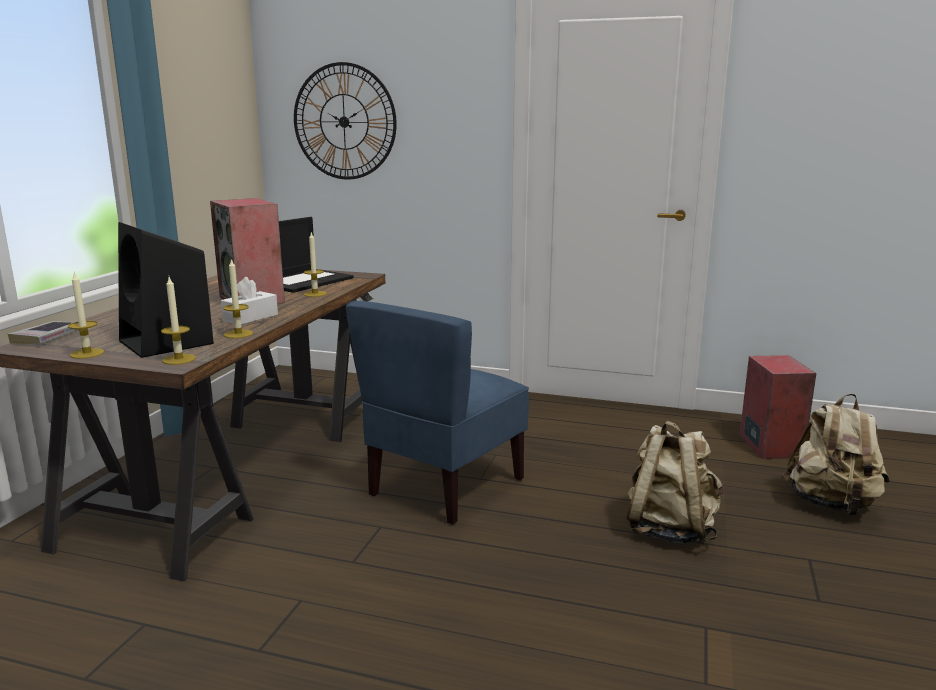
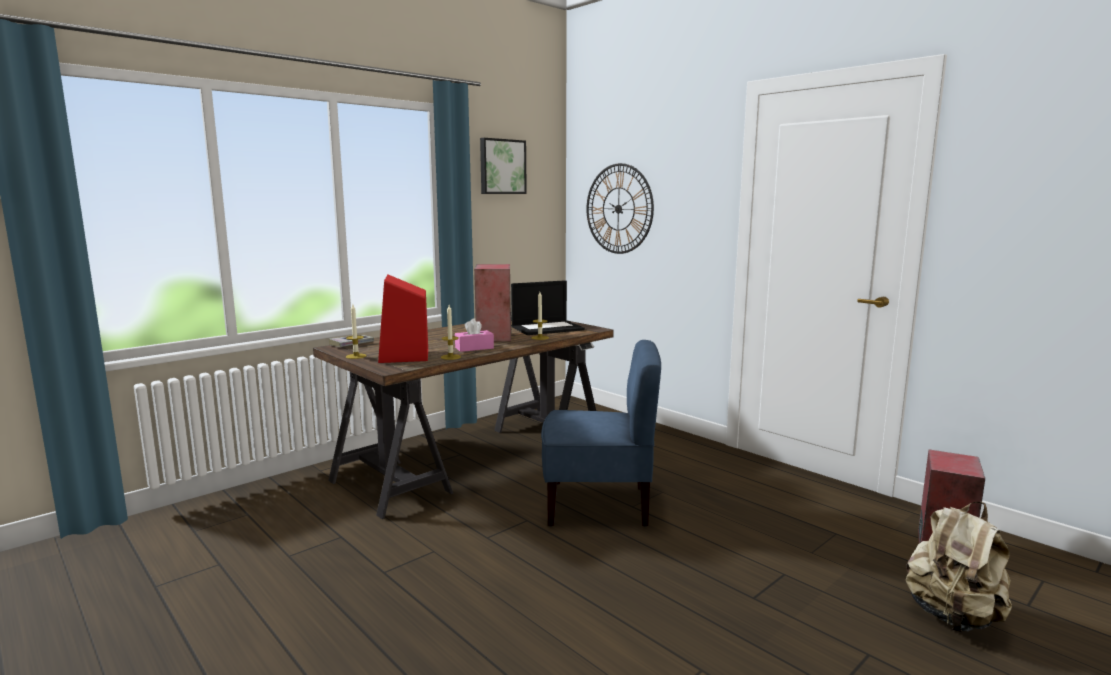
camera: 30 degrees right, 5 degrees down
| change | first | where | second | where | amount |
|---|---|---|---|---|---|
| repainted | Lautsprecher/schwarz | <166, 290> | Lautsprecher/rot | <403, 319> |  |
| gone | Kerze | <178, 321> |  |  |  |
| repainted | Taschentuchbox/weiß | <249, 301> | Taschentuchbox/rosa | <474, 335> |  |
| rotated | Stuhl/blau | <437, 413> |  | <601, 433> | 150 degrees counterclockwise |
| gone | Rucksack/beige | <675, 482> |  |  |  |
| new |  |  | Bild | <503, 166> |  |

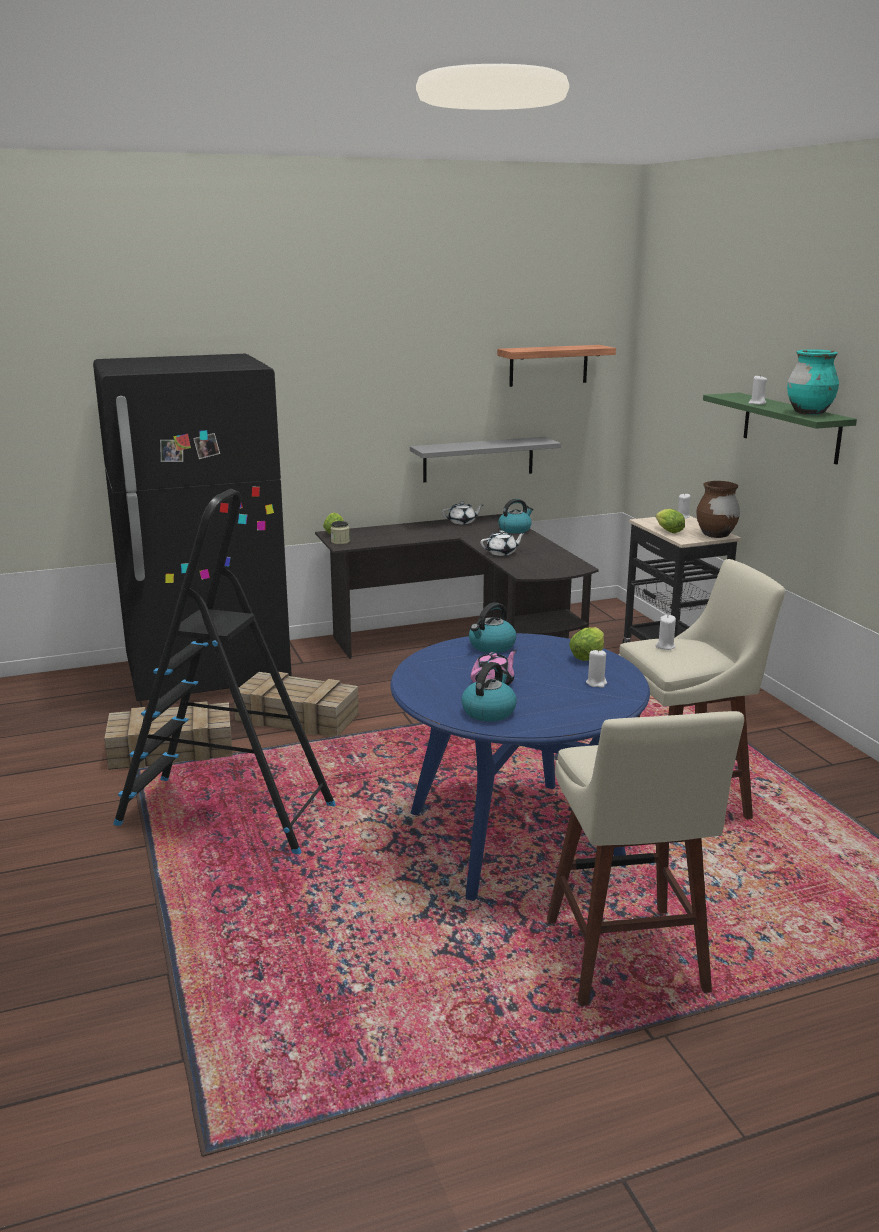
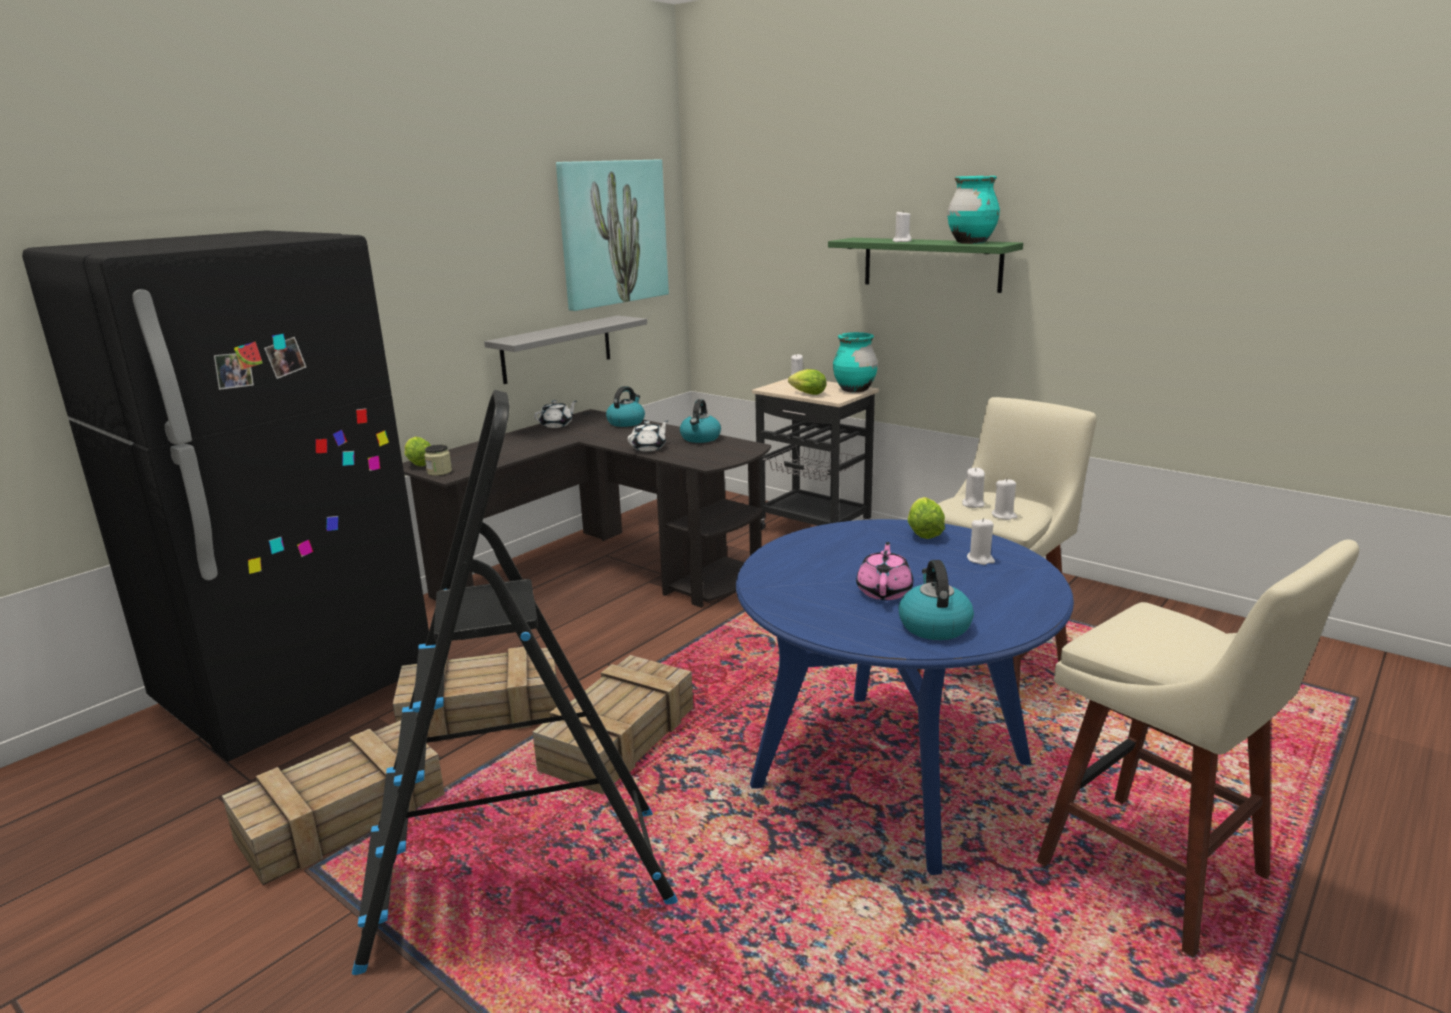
camera: 30 degrees left, 0 degrees up
| change | first | where | second | where | amount |
|---|---|---|---|---|---|
| swapped | Wandregal | <556, 366> | Bild | <612, 235> |  |
| repainted | Vase/braun | <718, 509> | Vase/türkis | <855, 362> |  |
| shifted | Wasserkessel | <492, 627> |  | <700, 421> |  |
| new |  |  | Kerze/weiß | <1004, 499> |  |
| new |  |  | Kiste | <613, 724> |  |

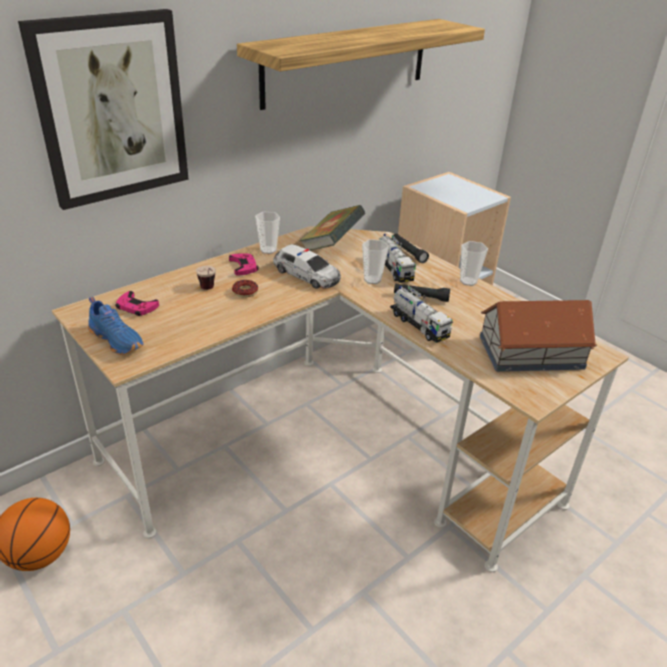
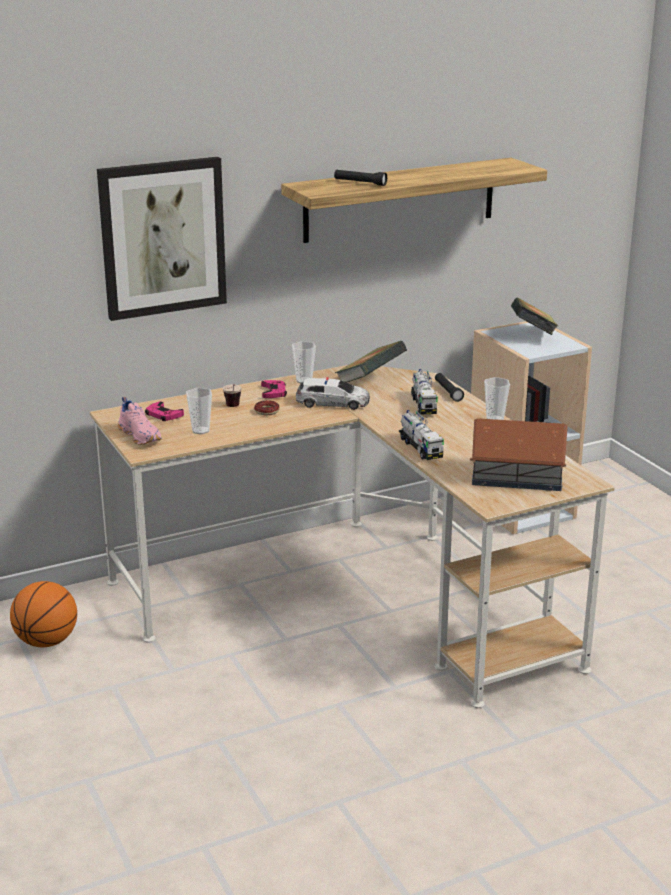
camera: 15 degrees right, 10 degrees down
| change | first | where | second | where | amount |
|---|---|---|---|---|---|
| shifted | Tasse | <375, 261> |  | <199, 411> |  |
| rotated | Spielzeugauto | <307, 266> |  | <333, 393> | 45 degrees counterclockwise |
| shifted | Taschenlampe/schwarz | <422, 292> |  | <360, 178> |  |
| repainted | Schuh/blau | <115, 326> | Schuh/rosa | <140, 421> |  |
| new |  |  | Buch | <534, 316> |  |

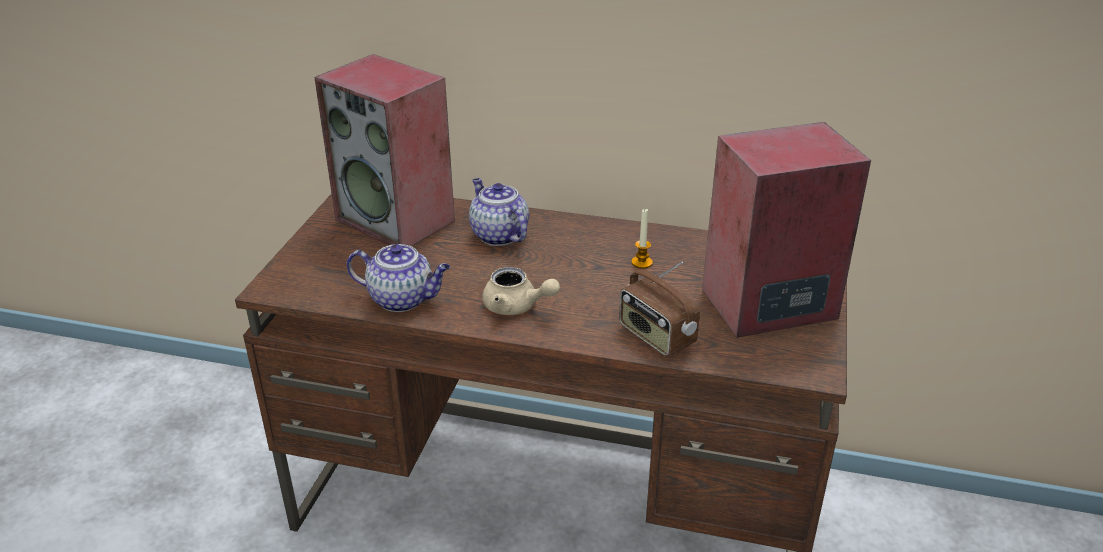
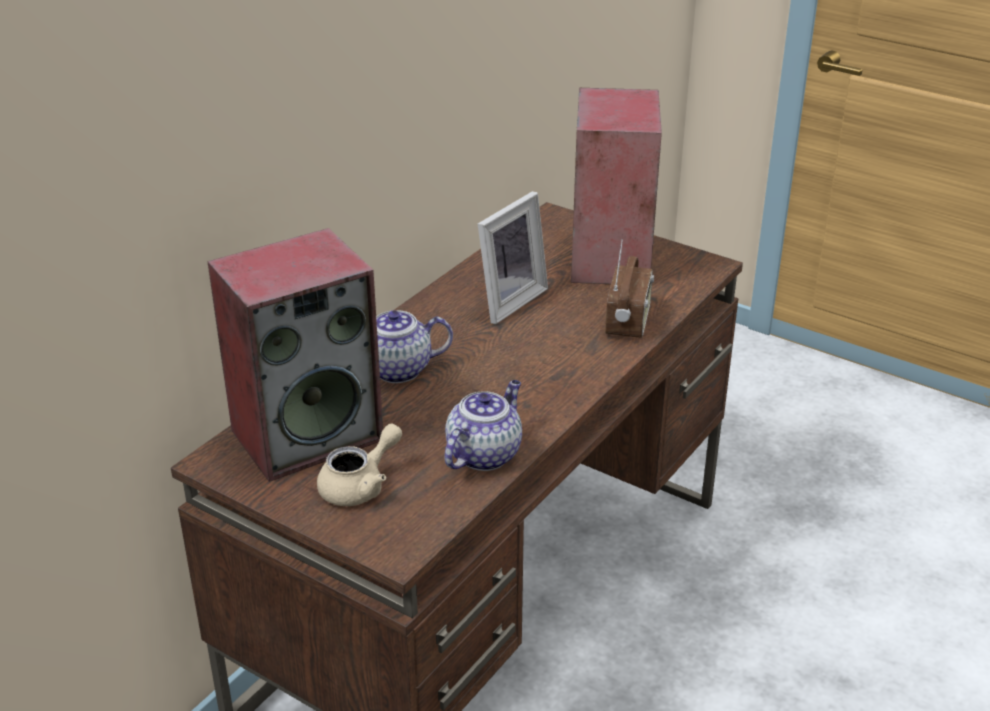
camera: 70 degrees left, 0 degrees up
| change | first | where | second | where | amount |
|---|---|---|---|---|---|
| swapped | Kerze | <642, 239> | Bilderrahmen | <513, 257> |  |
| rotated | Radio | <659, 309> |  | <629, 288> | 60 degrees counterclockwise |
| shifted | Teekanne/beige | <521, 291> |  | <359, 464> |  |

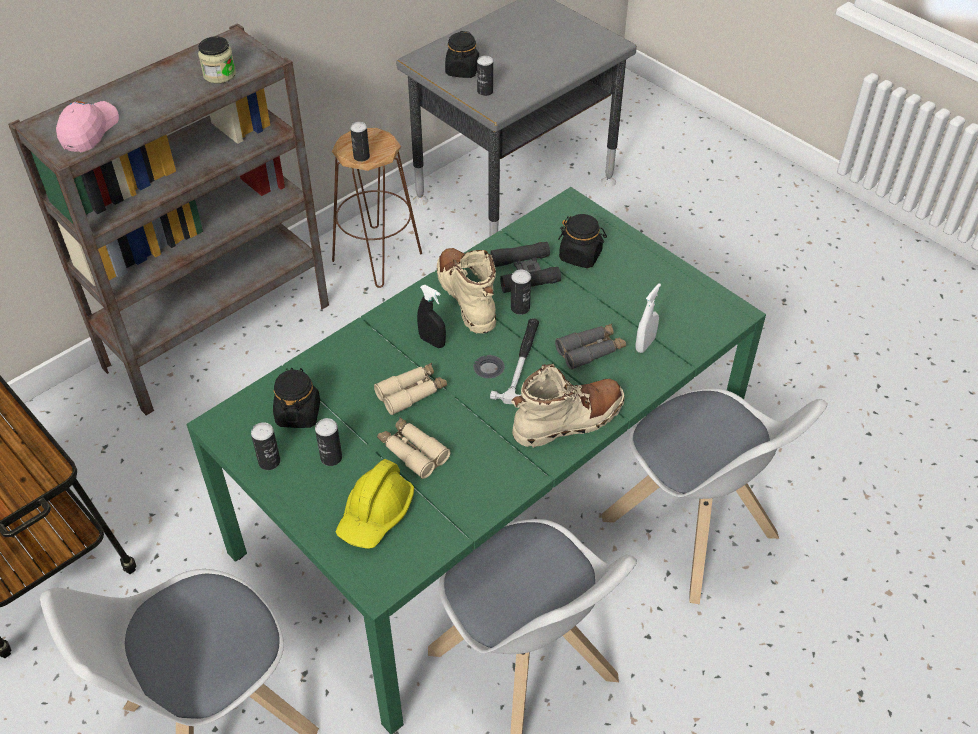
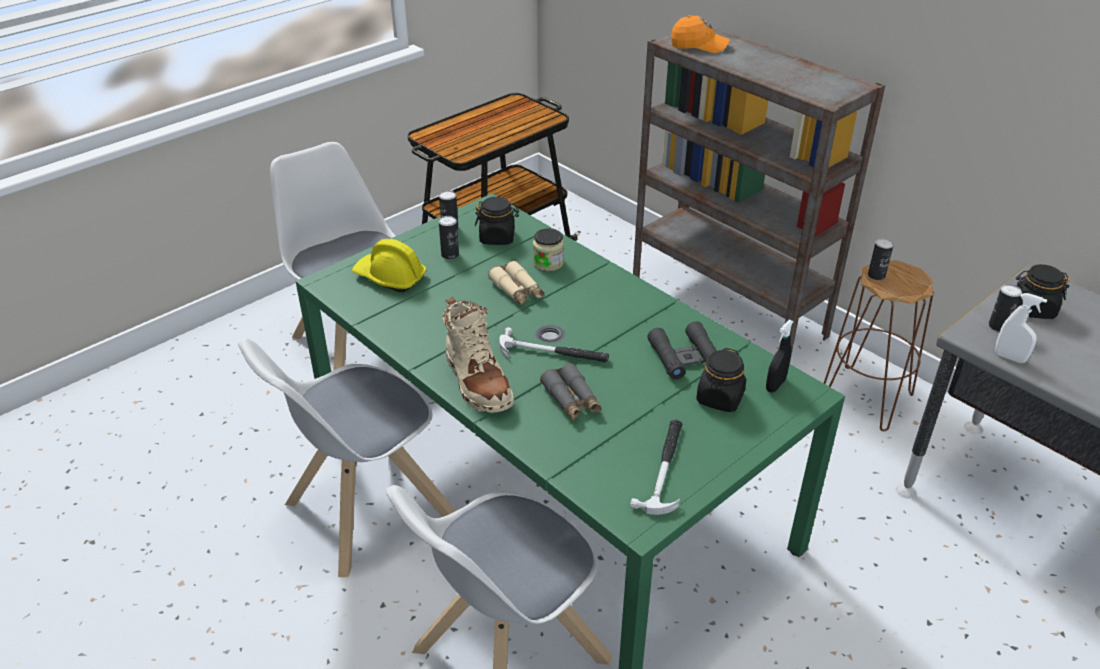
camera: 90 degrees right, 10 degrees down
| change | first | where | second | where | amount |
|---|---|---|---|---|---|
| shifted | Vorratsglas | <217, 60> |  | <548, 250> |  |
| repainted | Kappe/rosa | <87, 126> | Kappe/orange | <700, 34> |  |
| gone | Stiefel/beige | <466, 291> |  |  |  |
| gone | Dose | <521, 292> |  |  |  |
| shifted | Sprühflasche/weiß | <648, 318> |  | <1021, 328> |  |
| shifted | Sprühflasche/schwarz | <431, 316> |  | <780, 356> |  |
| gone | Fernglas/beige | <413, 448> |  |  |  |
| new |  |  | Hammer | <656, 467> |  |

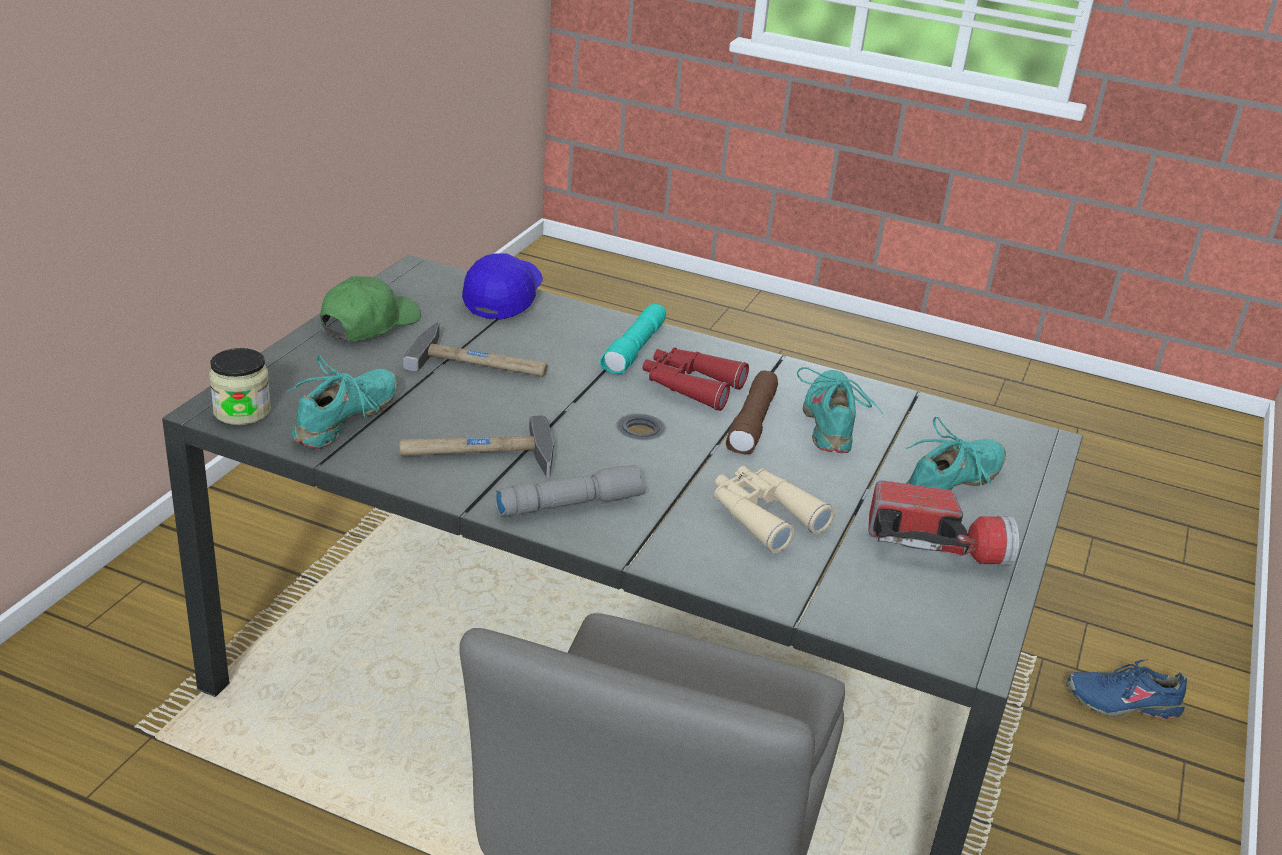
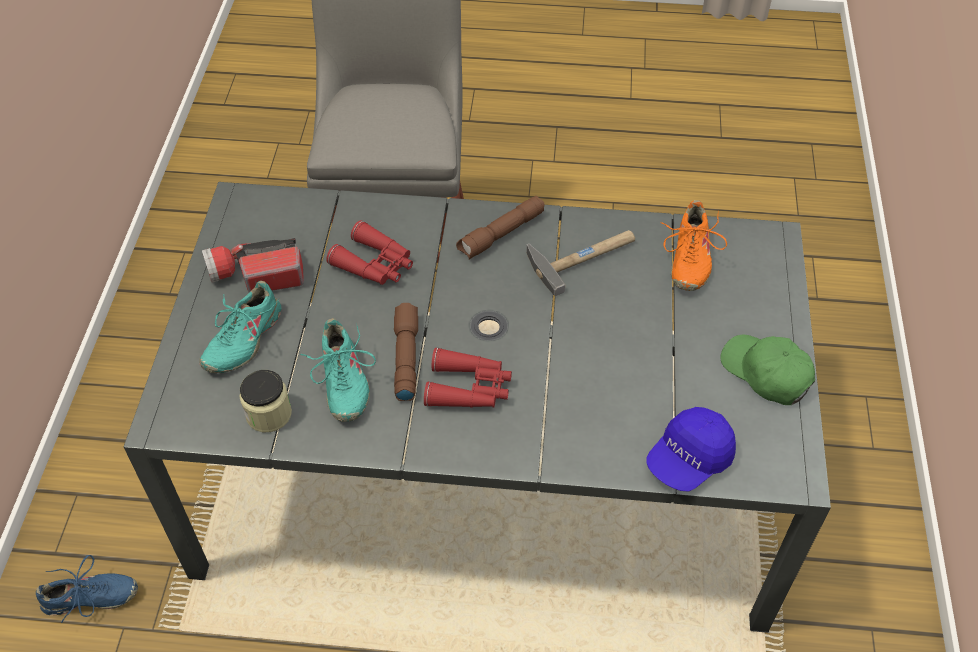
camera: 165 degrees right, 20 degrees up
| change | first | where | second | where | amount |
|---|---|---|---|---|---|
| rotated | Kappe/blau | <502, 286> |  | <691, 449> | 45 degrees clockwise |
| rotated | Kappe/grün | <370, 308> |  | <768, 370> | 120 degrees clockwise |
| gone | Taschenlampe/türkis | <633, 339> |  |  |  |
| gone | Hammer | <475, 349> |  |  |  |
| shifted | Vorratsglas | <240, 386> |  | <266, 401> |  |
| repainted | Schuh/türkis | <342, 402> | Schuh/orange | <694, 245> |  |
| repainted | Taschenlampe/grau | <570, 490> | Taschenlampe/braun | <500, 227> |  |
| repainted | Fernglas/beige | <774, 509> | Fernglas/rot | <369, 252> |  |

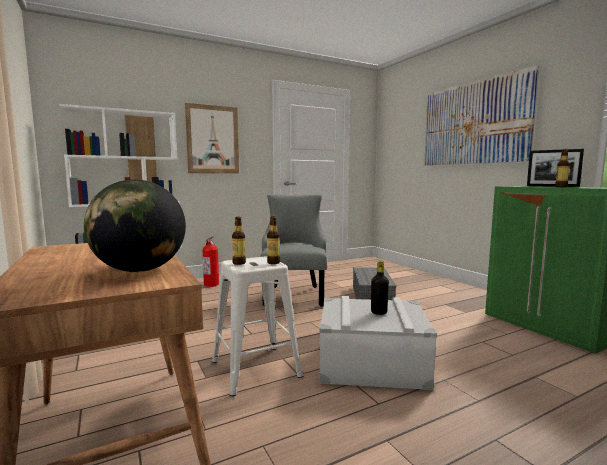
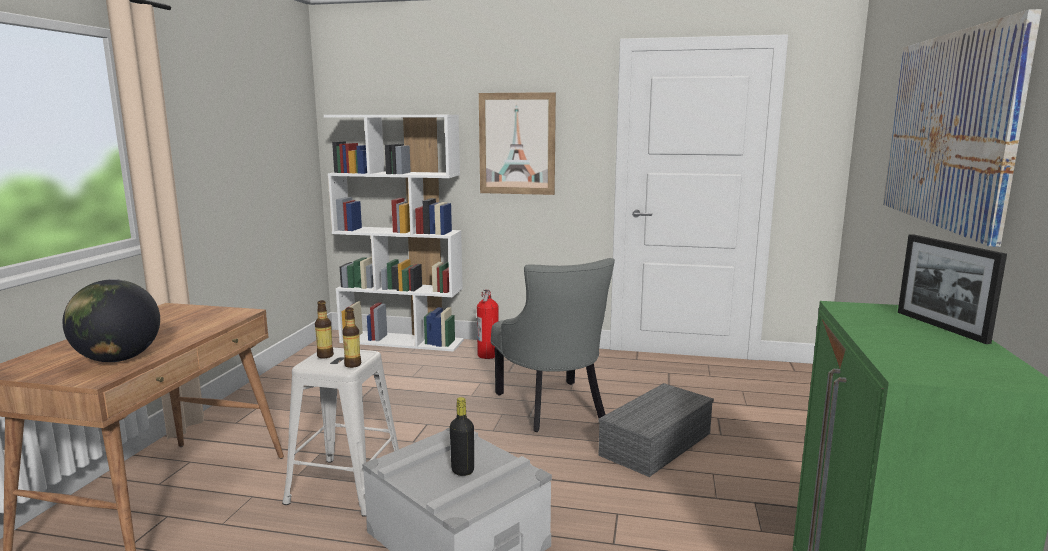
camera: 40 degrees right, 5 degrees up
| change | first | where | second | where | amount |
|---|---|---|---|---|---|
| gone | Flasche | <562, 168> |  |  |  |
| rotated | Stuhl/grau | <293, 250> |  | <553, 345> | 120 degrees clockwise |

